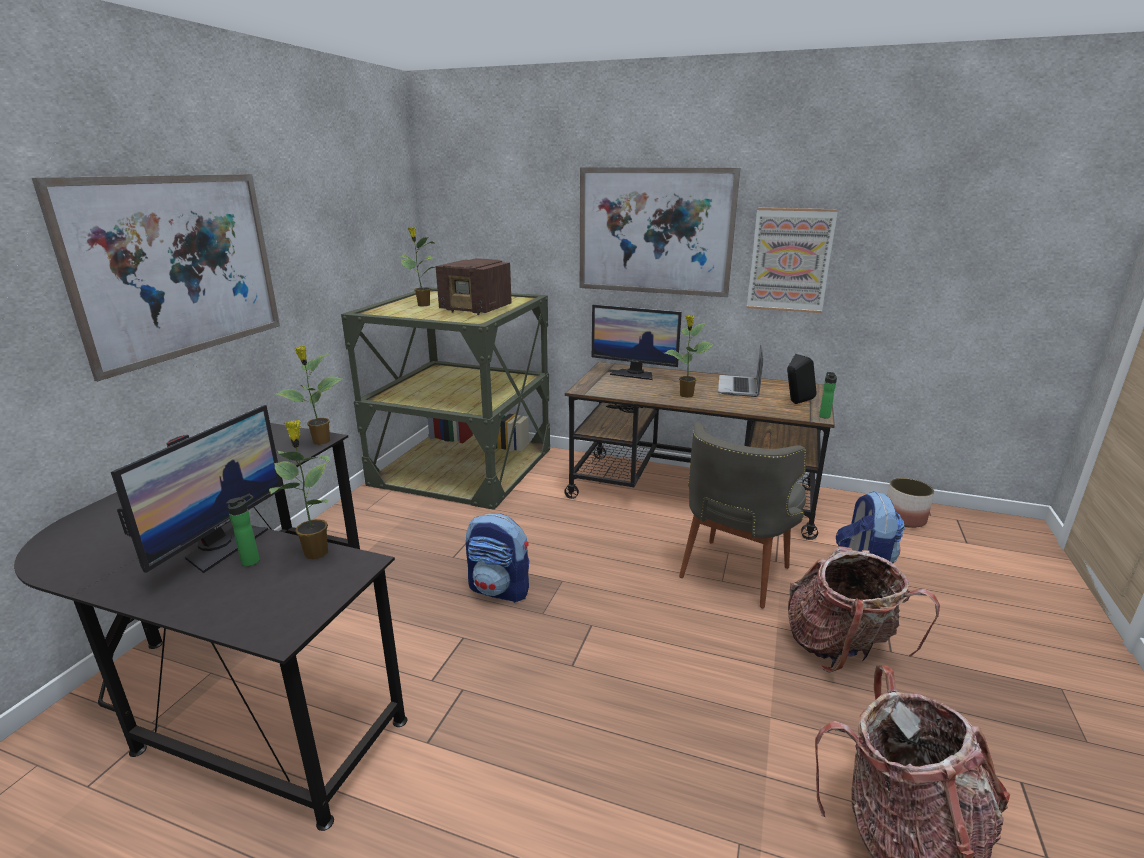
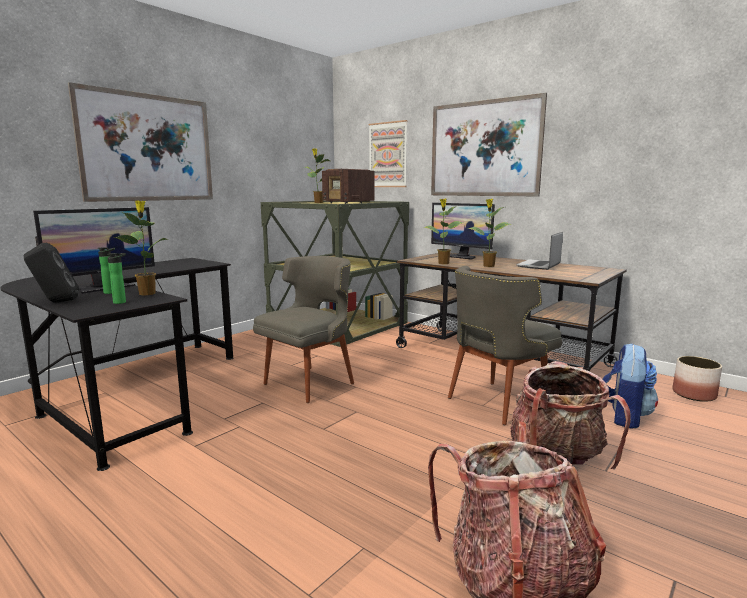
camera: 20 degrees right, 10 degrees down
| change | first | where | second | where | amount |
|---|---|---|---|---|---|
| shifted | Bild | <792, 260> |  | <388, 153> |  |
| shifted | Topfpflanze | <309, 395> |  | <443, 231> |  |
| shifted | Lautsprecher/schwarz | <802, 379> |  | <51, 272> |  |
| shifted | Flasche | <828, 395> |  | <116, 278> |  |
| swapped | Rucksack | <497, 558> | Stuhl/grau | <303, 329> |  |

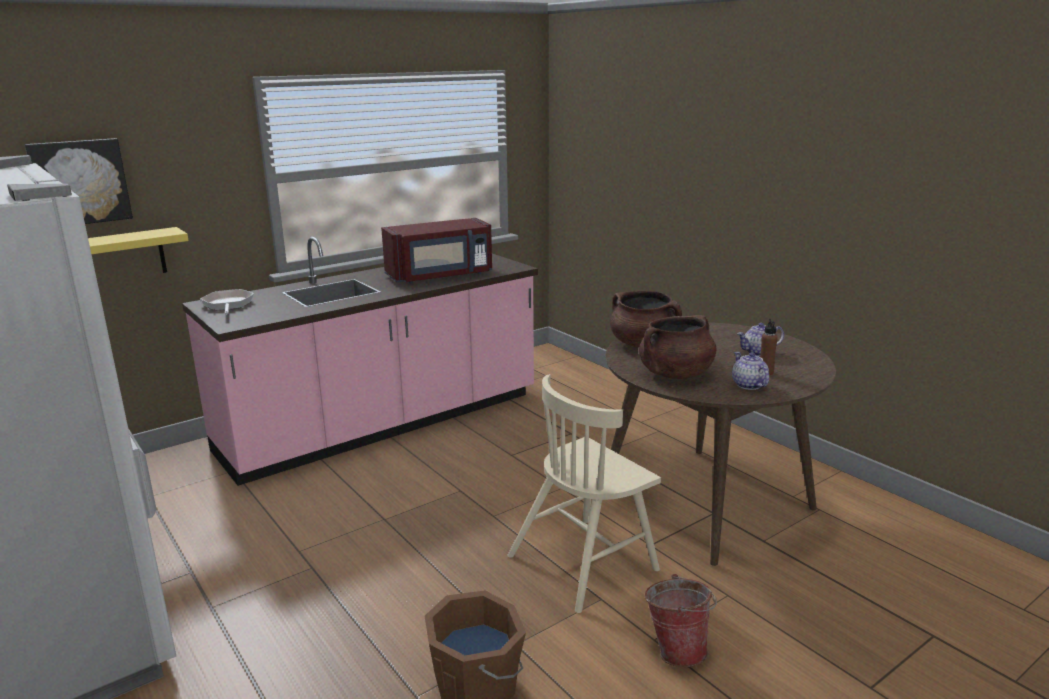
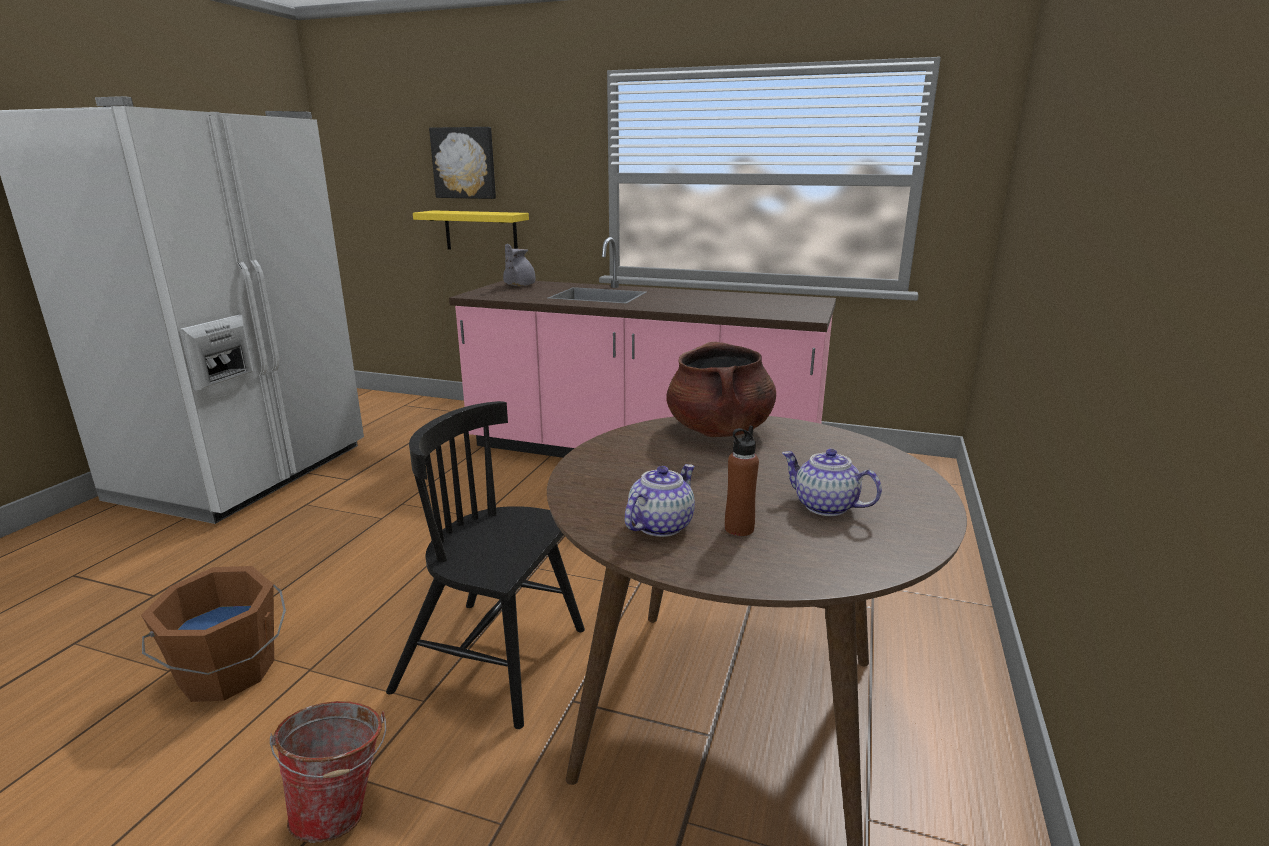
camera: 55 degrees right, 0 degrees up
| change | first | where | second | where | amount |
|---|---|---|---|---|---|
| gone | Mikrowelle/rot | <436, 250> |  |  |  |
| swapped | Pfanne | <227, 301> | Teekanne/grau | <519, 265> |  |
| gone | Kochtopf/braun | <677, 347> |  |  |  |
| repainted | Stuhl/beige | <584, 493> | Stuhl/schwarz | <485, 565> |  |

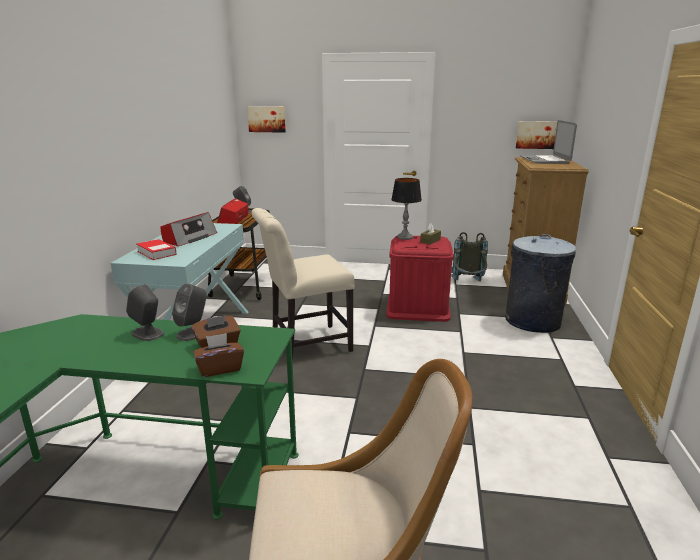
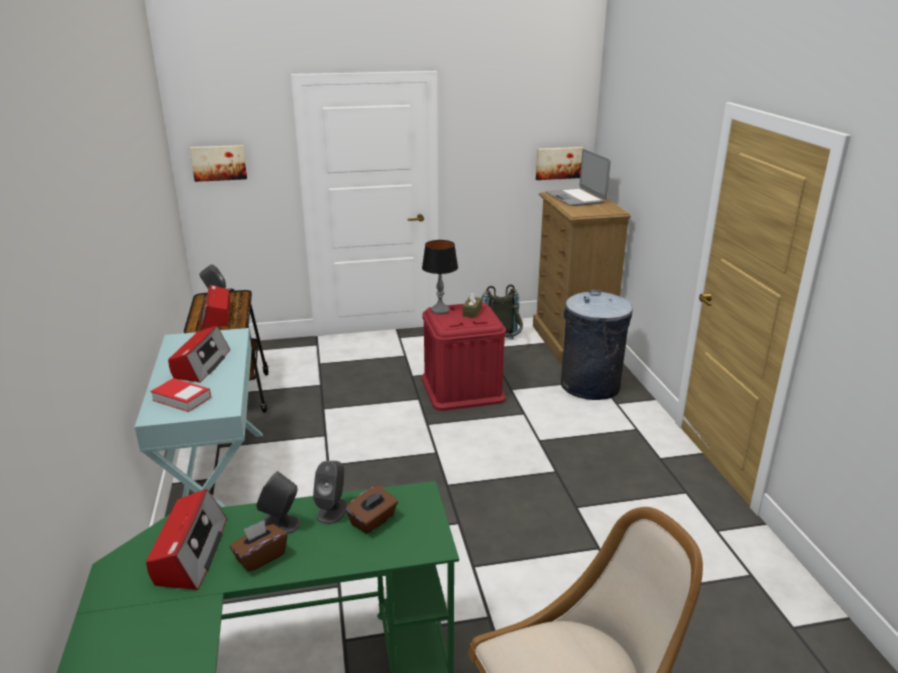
camera: 20 degrees left, 5 degrees up
| change | first | where | second | where | amount |
|---|---|---|---|---|---|
| gone | Stuhl/beige | <303, 284> |  |  |  |
| shifted | Taschentuchbox/braun | <218, 355> |  | <258, 546> |  |
| new |  |  | Radio | <186, 539> |  |

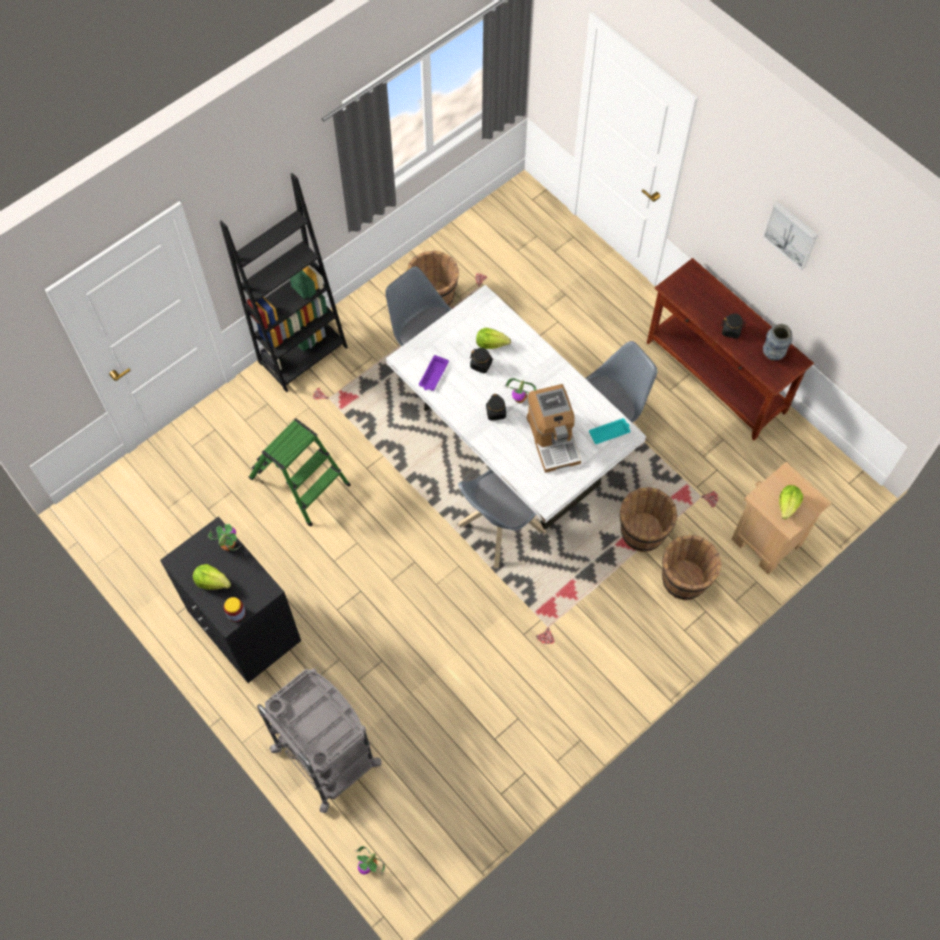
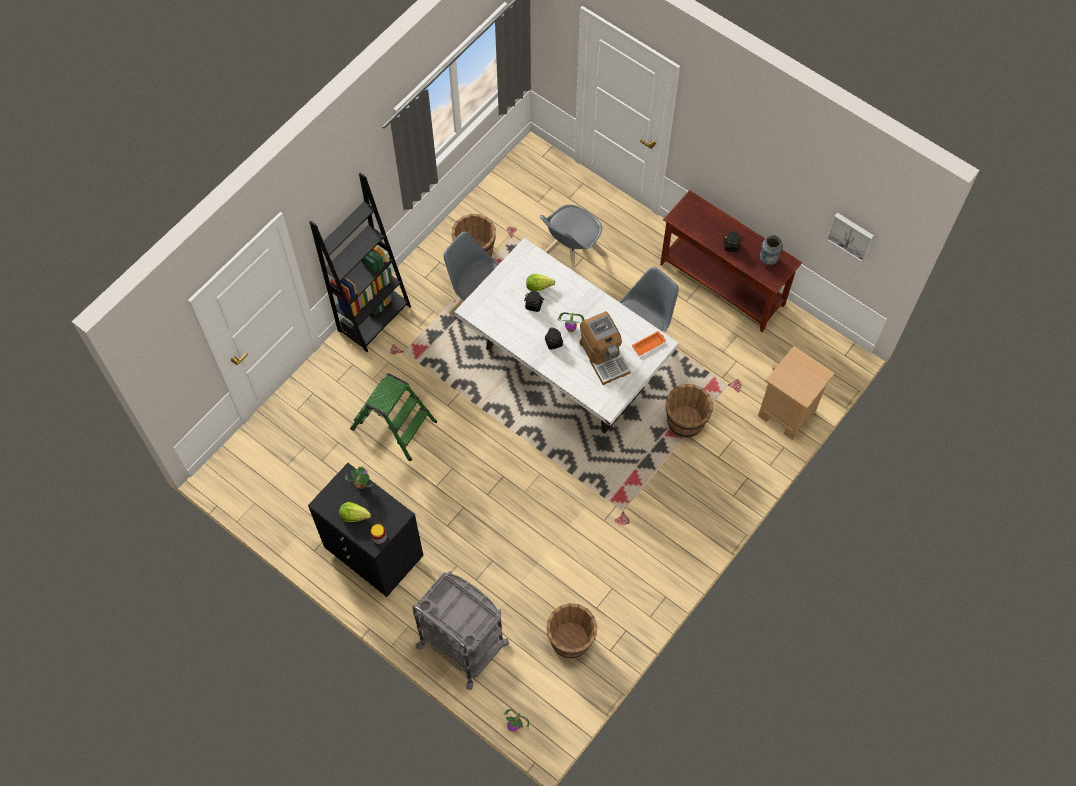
camera: 10 degrees left, 0 degrees up
| change | first | where | second | where | amount |
|---|---|---|---|---|---|
| shifted | Bild | <790, 236> |  | <850, 237> |  |
| gone | Tablett/lila | <434, 373> |  |  |  |
| repainted | Tablett/türkis | <610, 431> | Tablett/orange | <649, 343> |  |
| shifted | Stuhl/grau | <502, 518> |  | <573, 238> |  |
| gone | Salatkopf | <791, 502> |  |  |  |
| shifted | Eimer/braun | <691, 567> |  | <572, 631> |  |

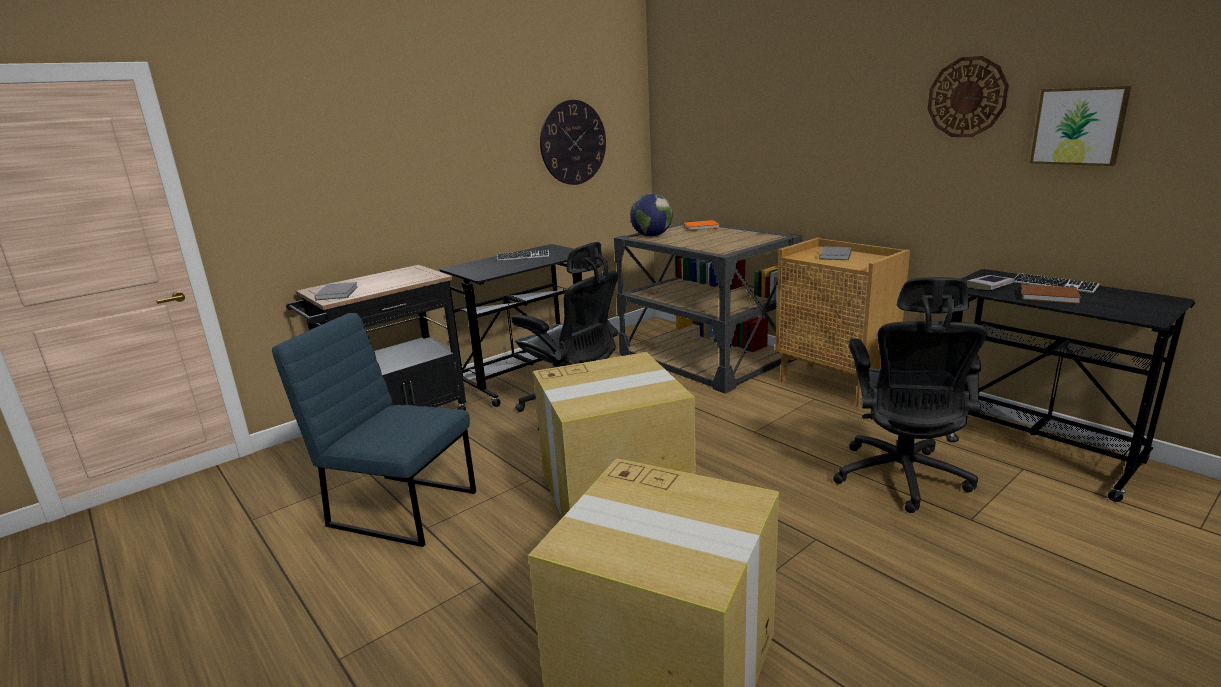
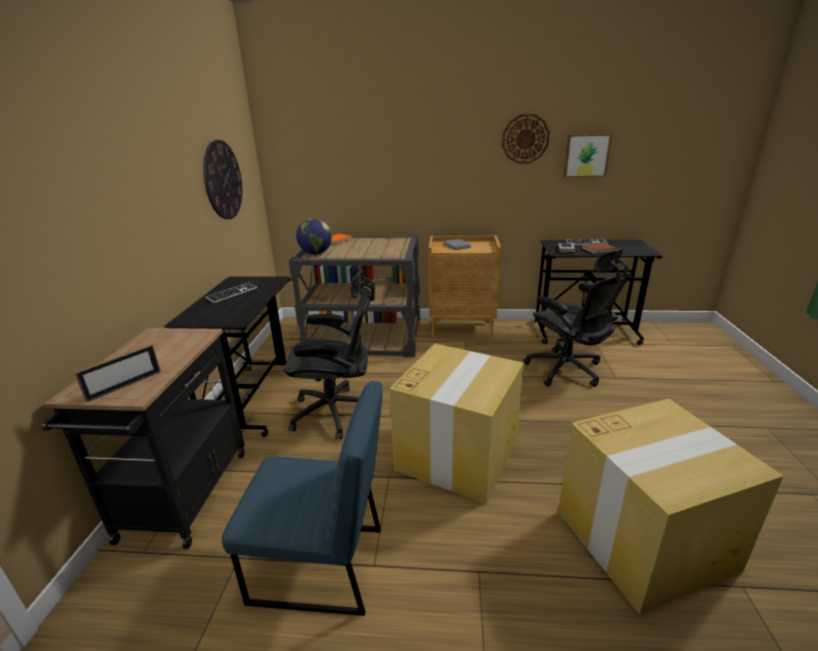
camera: 45 degrees left, 5 degrees up
| change | first | where | second | where | amount |
|---|---|---|---|---|---|
| swapped | Buch/grau | <336, 291> | Bilderrahmen | <117, 373> |  |
| rotated | Stuhl/blau | <374, 430> |  | <302, 498> | 150 degrees counterclockwise |

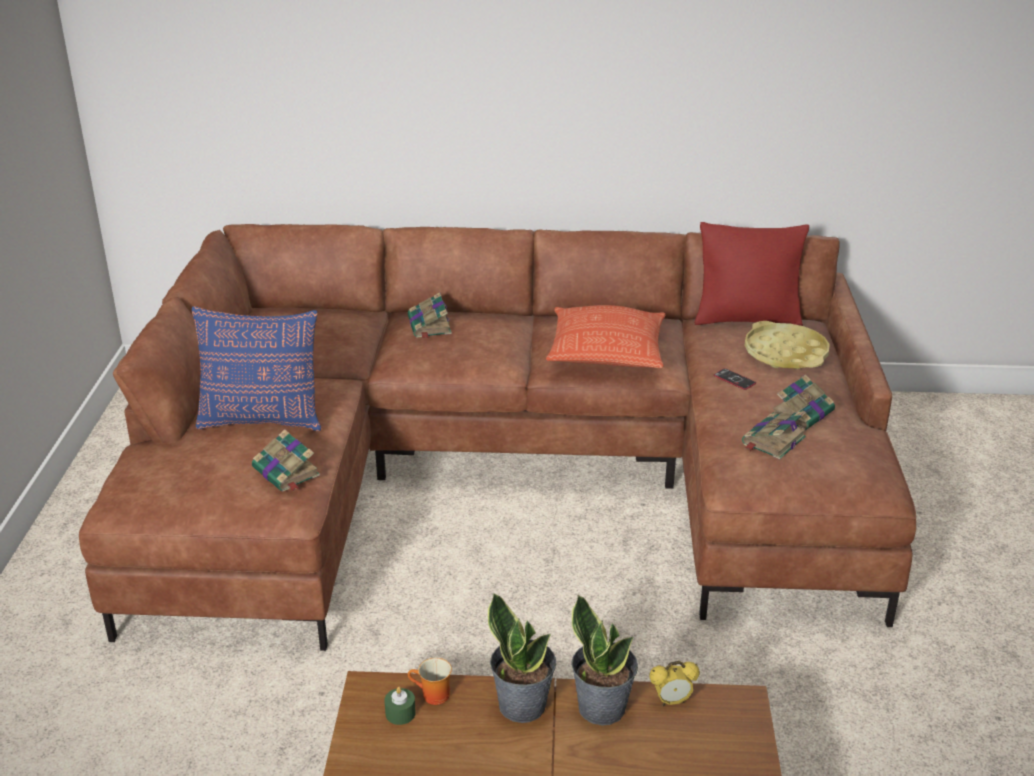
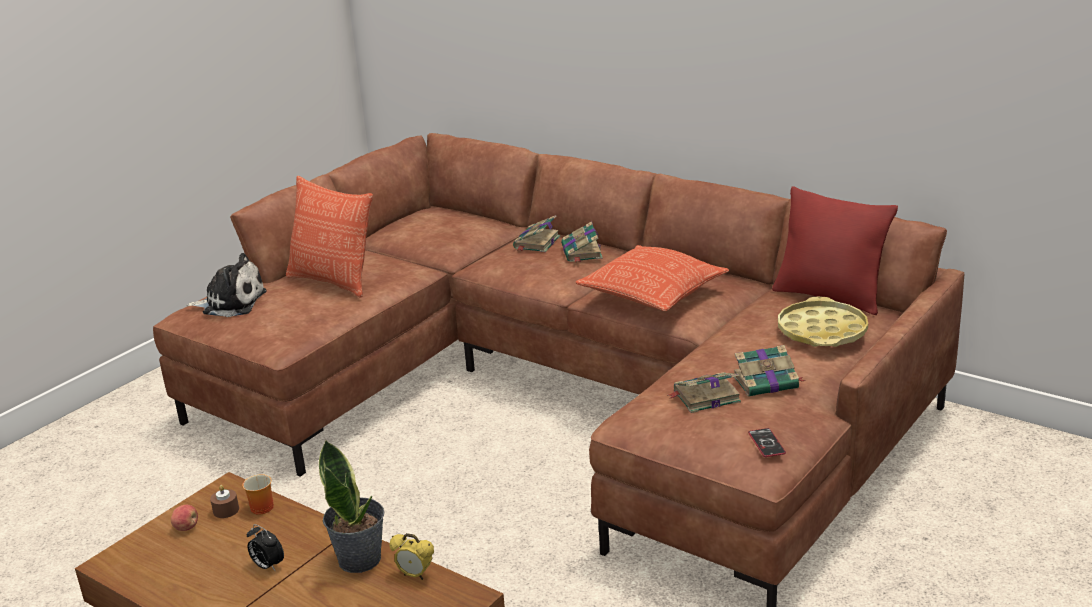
camera: 35 degrees right, 5 degrees down
| change | first | where | second | where | amount |
|---|---|---|---|---|---|
| repainted | Kissen/blau | <256, 368> | Kissen/orange | <329, 237> |  |
| shifted | Handy | <735, 379> |  | <767, 442> |  |
| shifted | Buch | <286, 460> |  | <582, 242> |  |
| gone | Topfpflanze | <522, 658> |  |  |  |
| repainted | Kerze/grün | <400, 706> | Kerze/braun | <224, 501> |  |
| new |  |  | Plüschtier | <226, 285> |  |
| new |  |  | Apfel | <184, 518> |  |
| new |  |  | Wecker | <265, 548> |  |

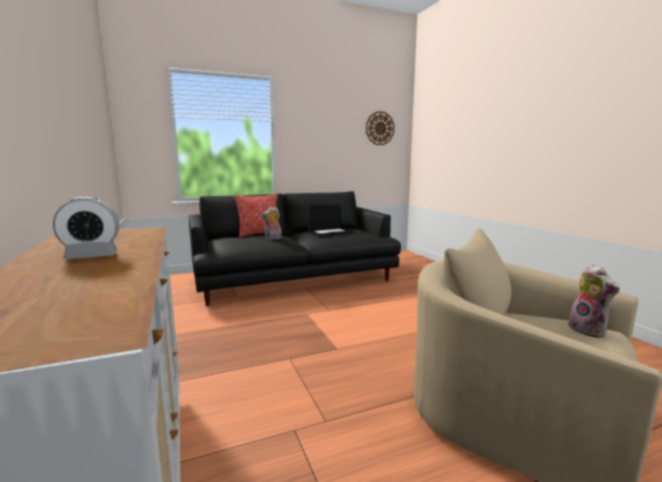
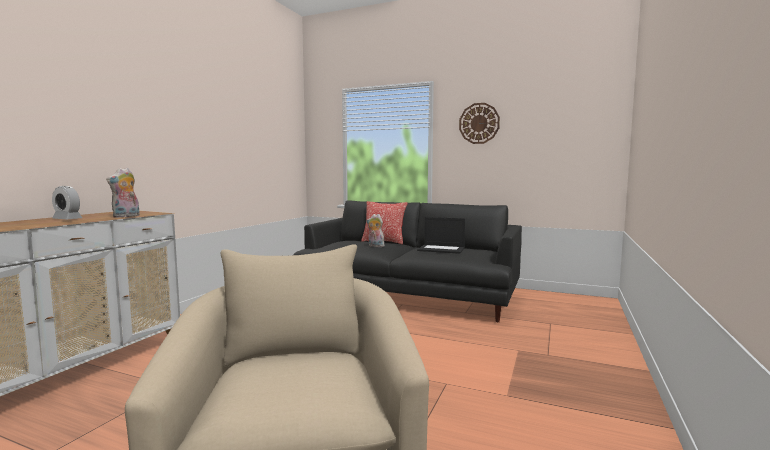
camera: 45 degrees right, 5 degrees down
| change | first | where | second | where | amount |
|---|---|---|---|---|---|
| shifted | Wanduhr | <380, 128> |  | <479, 123> |  |
| shifted | Plüschtier | <594, 301> |  | <123, 193> |  |

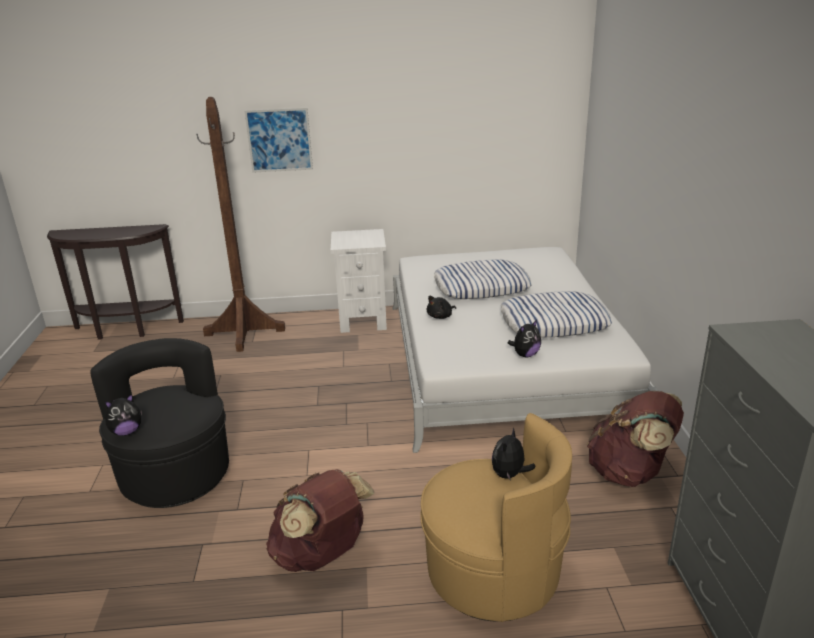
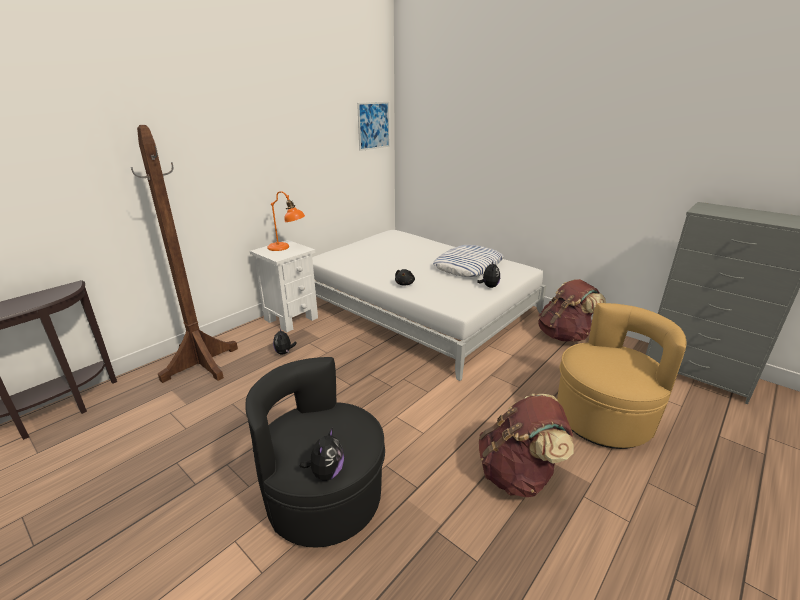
camera: 45 degrees left, 0 degrees up
| change | first | where | second | where | amount |
|---|---|---|---|---|---|
| shifted | Bild | <279, 140> |  | <373, 126> |  |
| gone | Kissen | <483, 279> |  |  |  |
| shifted | Plüschtier | <513, 454> |  | <285, 341> |  |
| new |  |  | Tischlampe/orange | <286, 221> |  |

